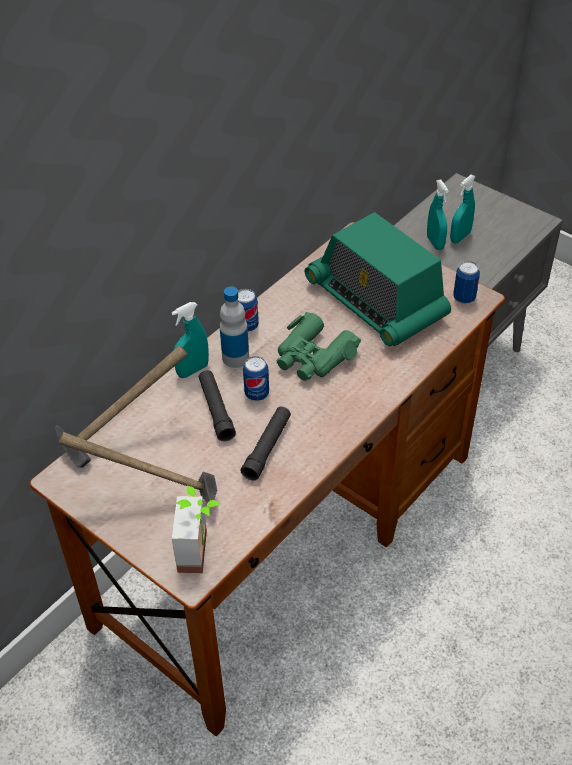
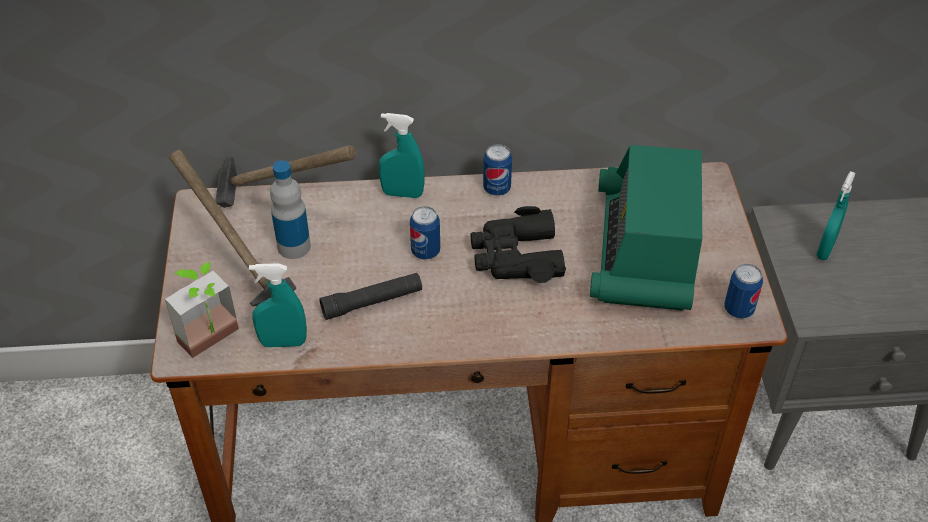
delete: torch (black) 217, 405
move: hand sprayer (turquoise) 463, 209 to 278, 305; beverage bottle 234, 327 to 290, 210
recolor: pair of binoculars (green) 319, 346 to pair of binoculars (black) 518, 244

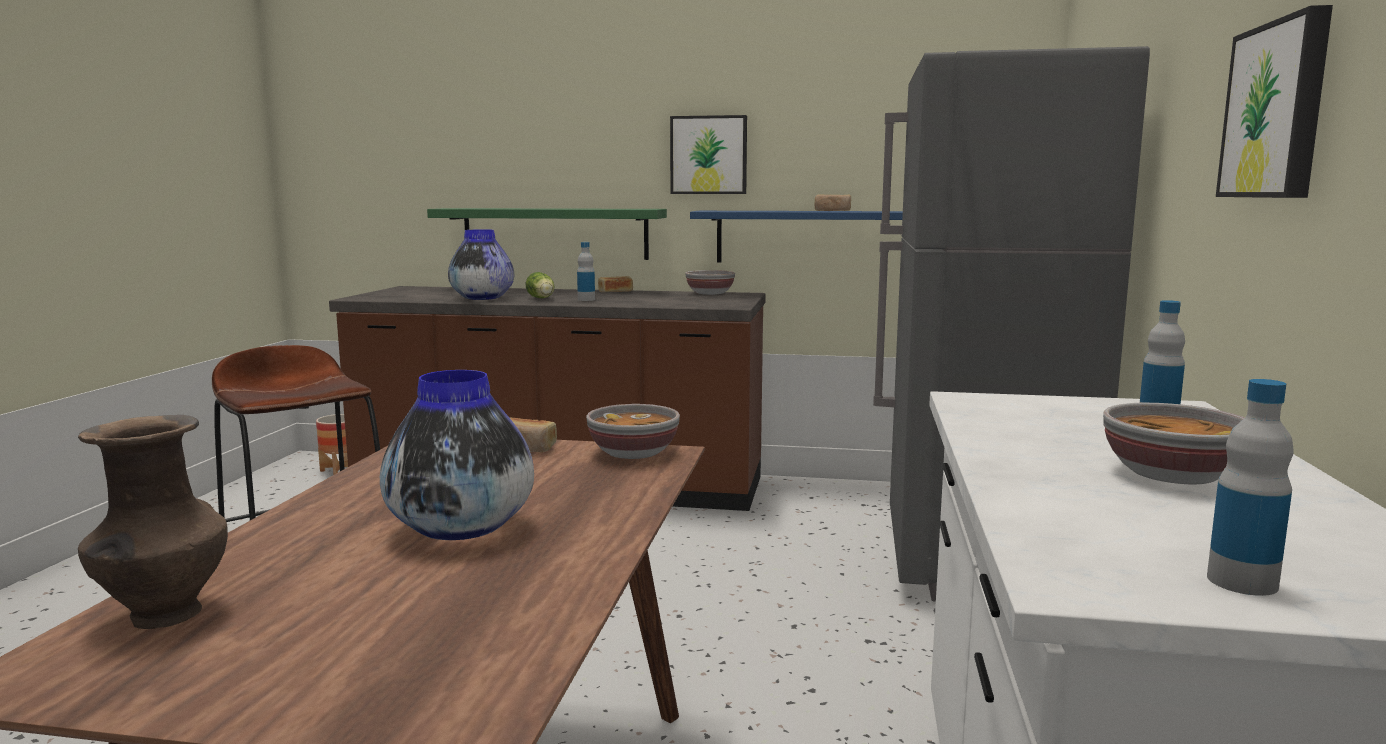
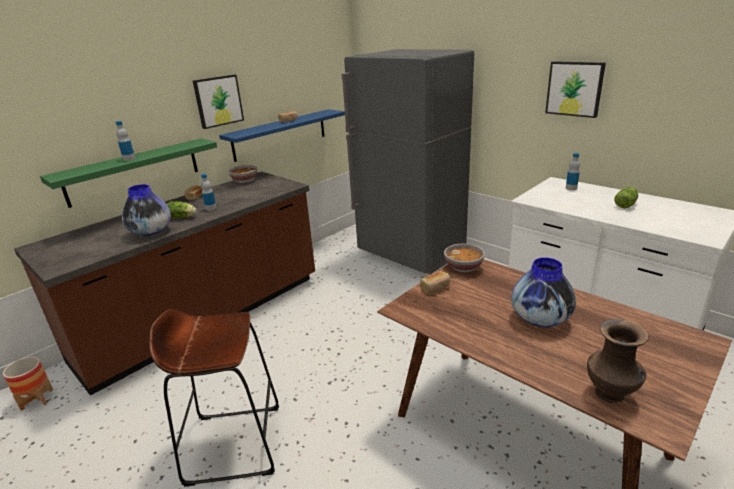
move: beverage bottle 1250, 487 to 125, 141
replace: bowl 1173, 443 to head of lettuce 626, 197

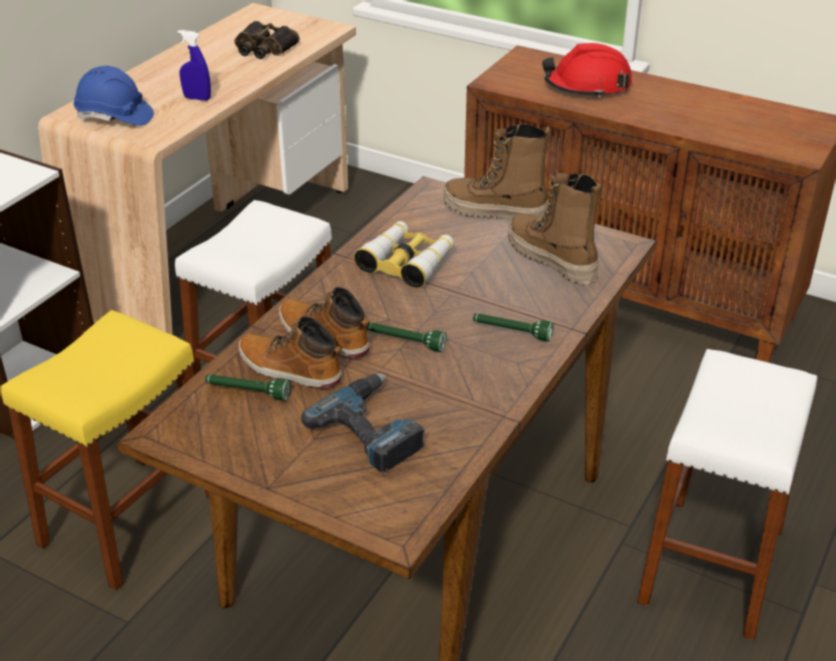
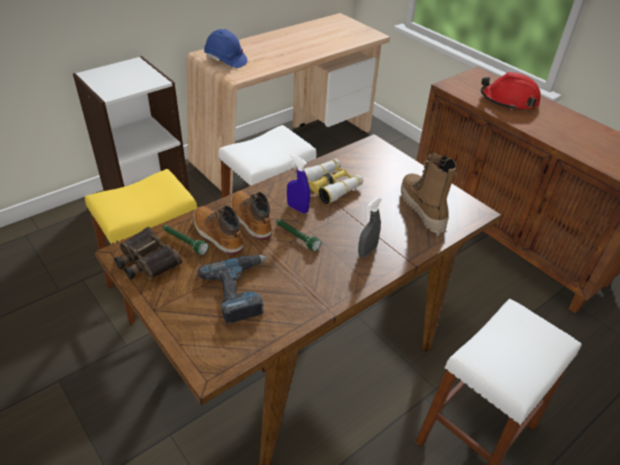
delete: tall boot 496, 172
move: pair of binoculars 266, 40 to 148, 253; hand sprayer (blue-coloured) 194, 65 to 298, 183
replace: torch (green) 513, 327 to hand sprayer (greyish) 370, 227

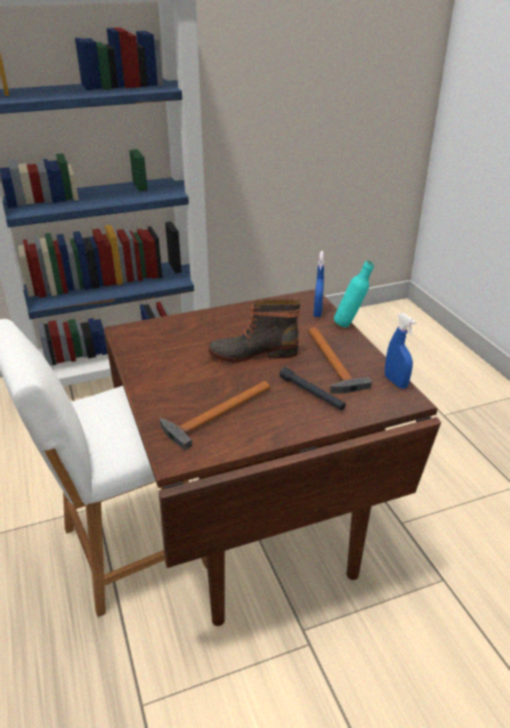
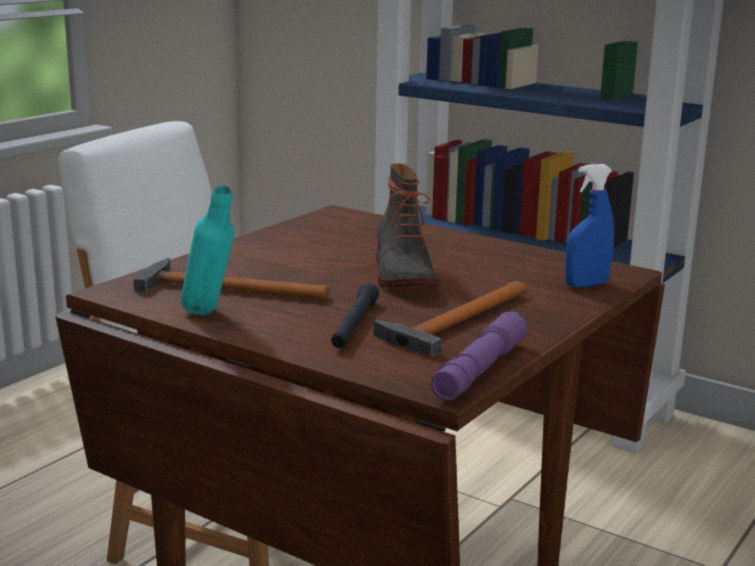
move: beverage bottle (turquoise) 354, 293 to 207, 250
replace: hand sprayer (blue-coloured) 400, 351 to torch (purple-coloured) 479, 356
rotate: tall boot 254, 331 = 408, 225 150 degrees counterclockwise

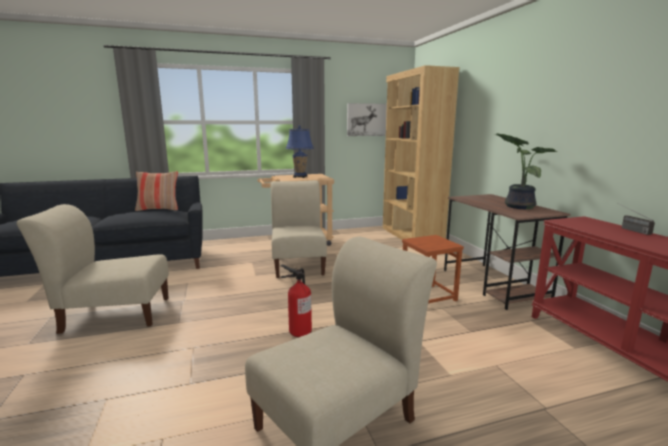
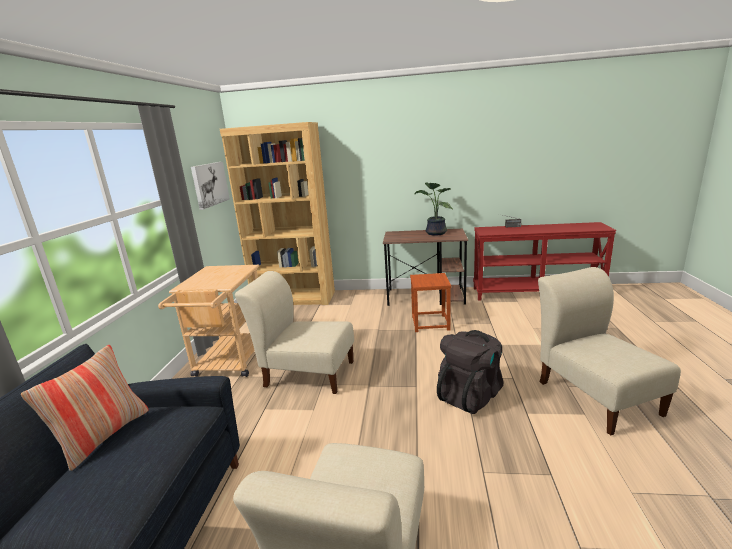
delete: lamp for a table (blue-coloured) 299, 151
replace: fire-fighting cylinder 296, 301 to knapsack (black) 470, 372

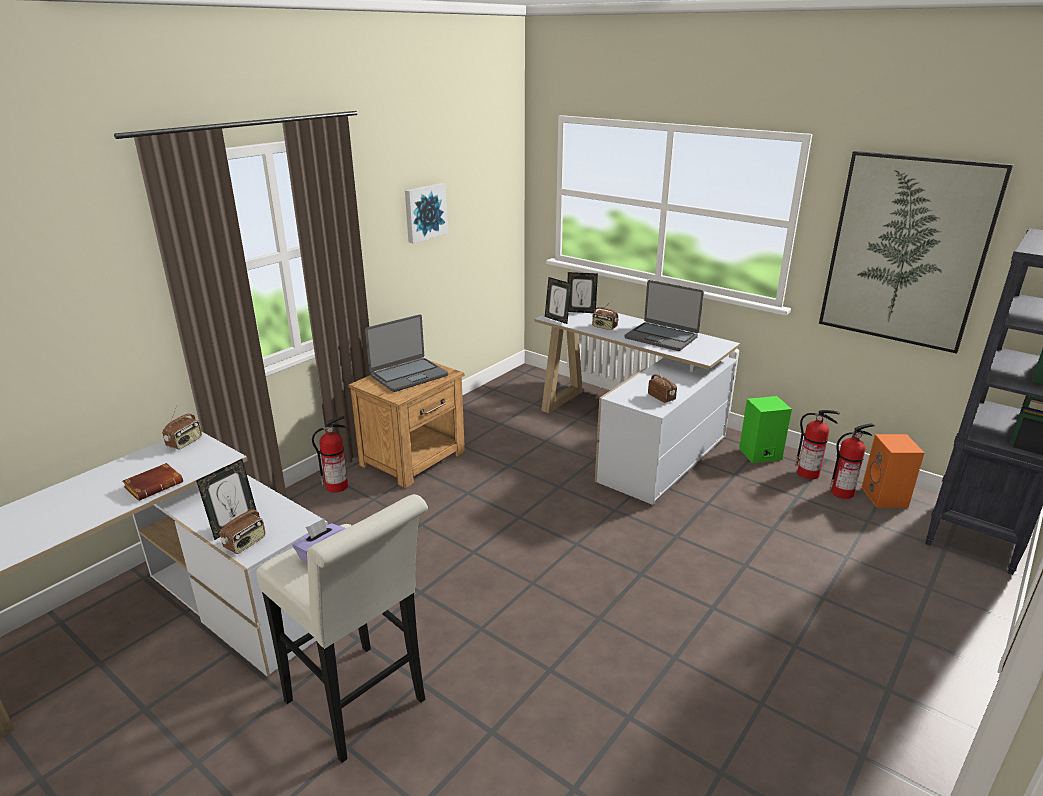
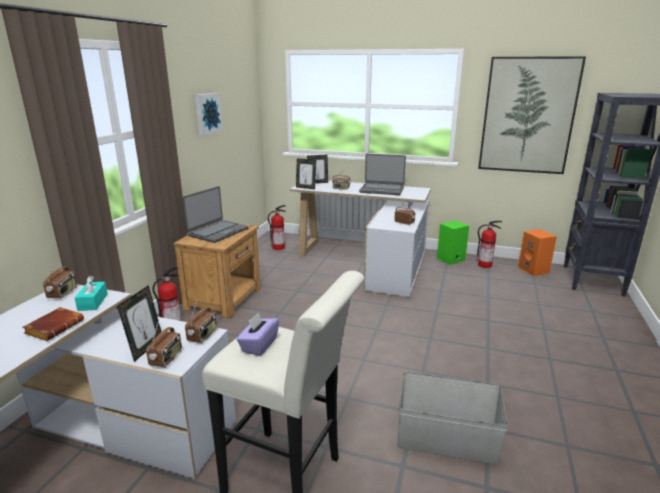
insert: tissue holder (turquoise) 91, 293; radio set 201, 321; storage bin (greyish) 453, 418
move: fire-fighting cylinder 852, 461 to 277, 227

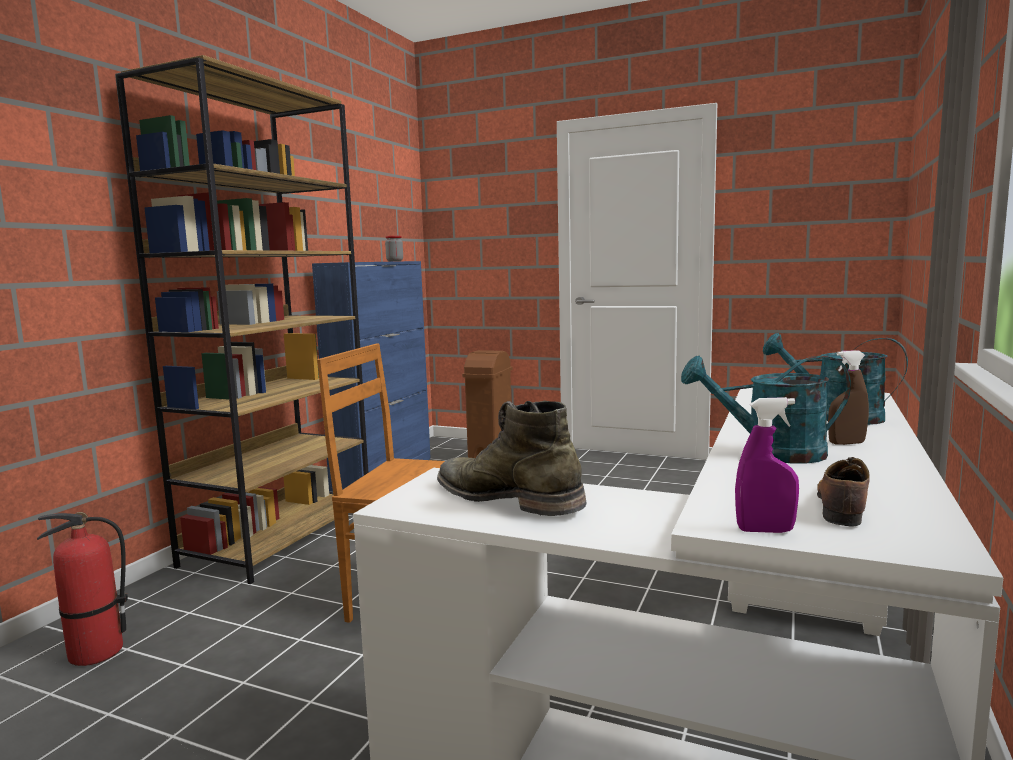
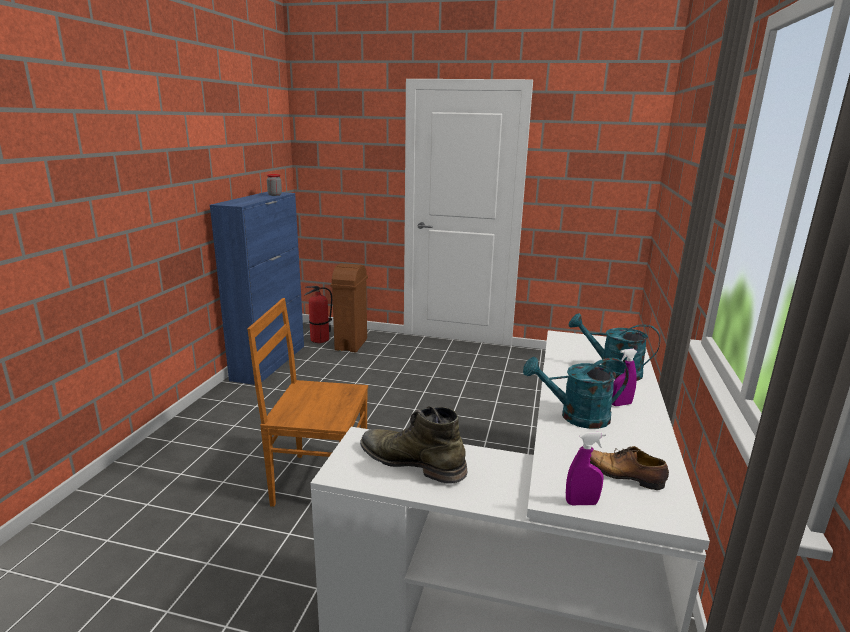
delete: bookshelf (brownish) 241, 319
move: fire-fighting cylinder 82, 589 to 318, 314
recolor: hand sprayer (brownish) 848, 397 to hand sprayer (purple-coloured) 624, 377
rotate: low shoe 843, 491 = 629, 468 75 degrees counterclockwise

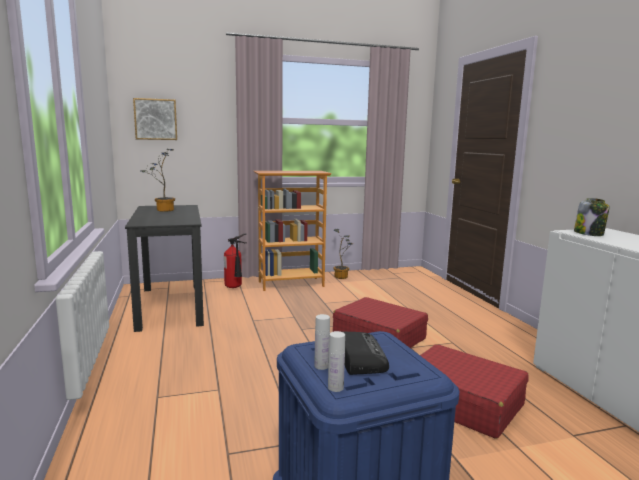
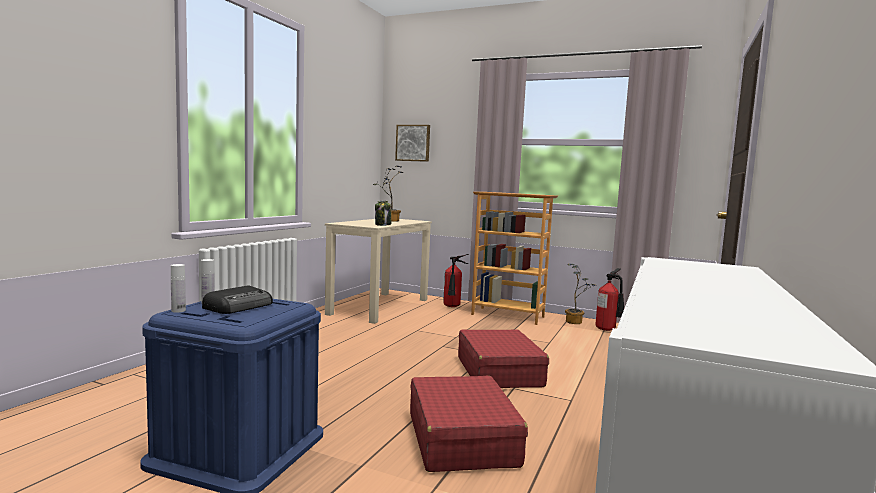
insert: fire-fighting cylinder 609, 299
move: storage jar 592, 217 to 383, 213
recolor: desk unit (black) 164, 268 to desk unit (beige-coloured) 378, 271

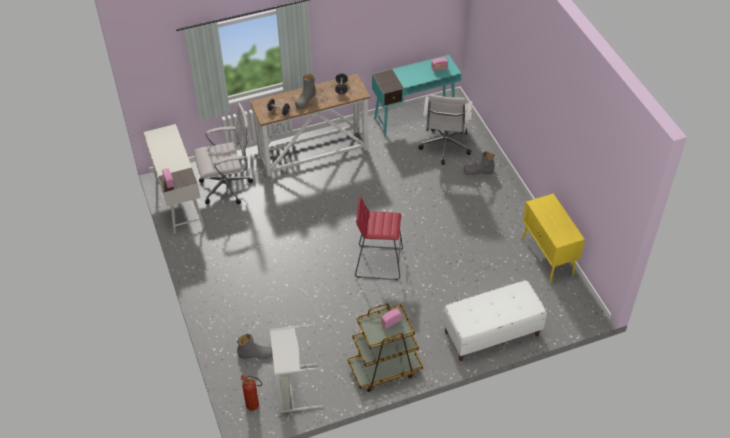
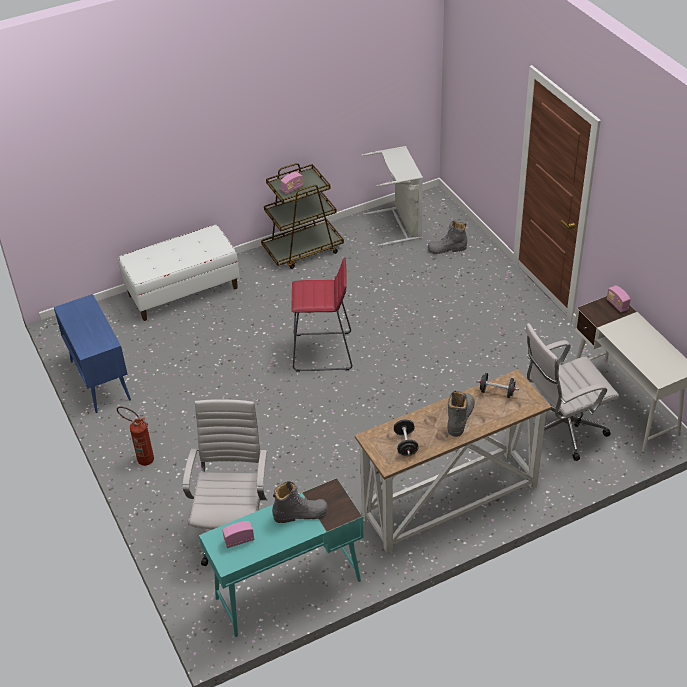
move: tall boot (greyish) 479, 163 to 300, 502; fire-fighting cylinder 251, 392 to 135, 436
recolor: cupboard (yellowish) 553, 238 to cupboard (blue-coloured) 92, 353

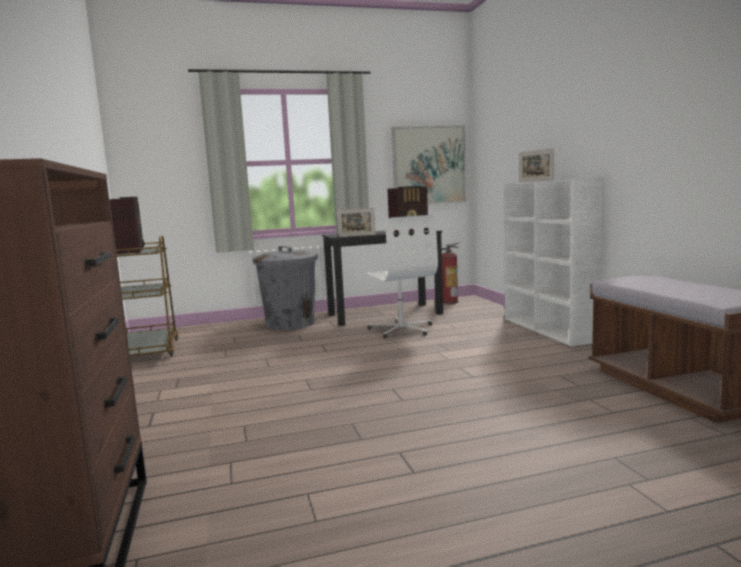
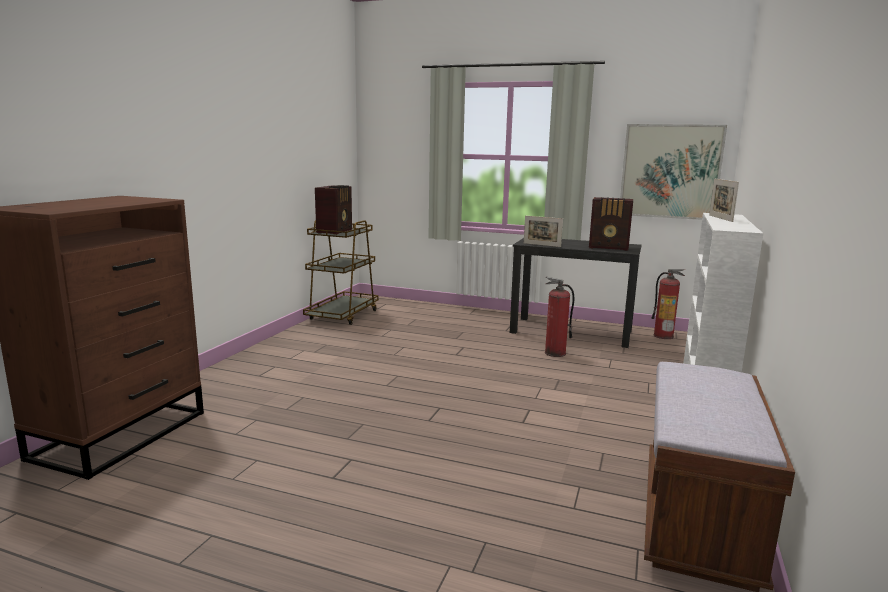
delete: trash can (greyish) 285, 288
replace: office chair (white-coloured) 401, 276 to fire-fighting cylinder 559, 317

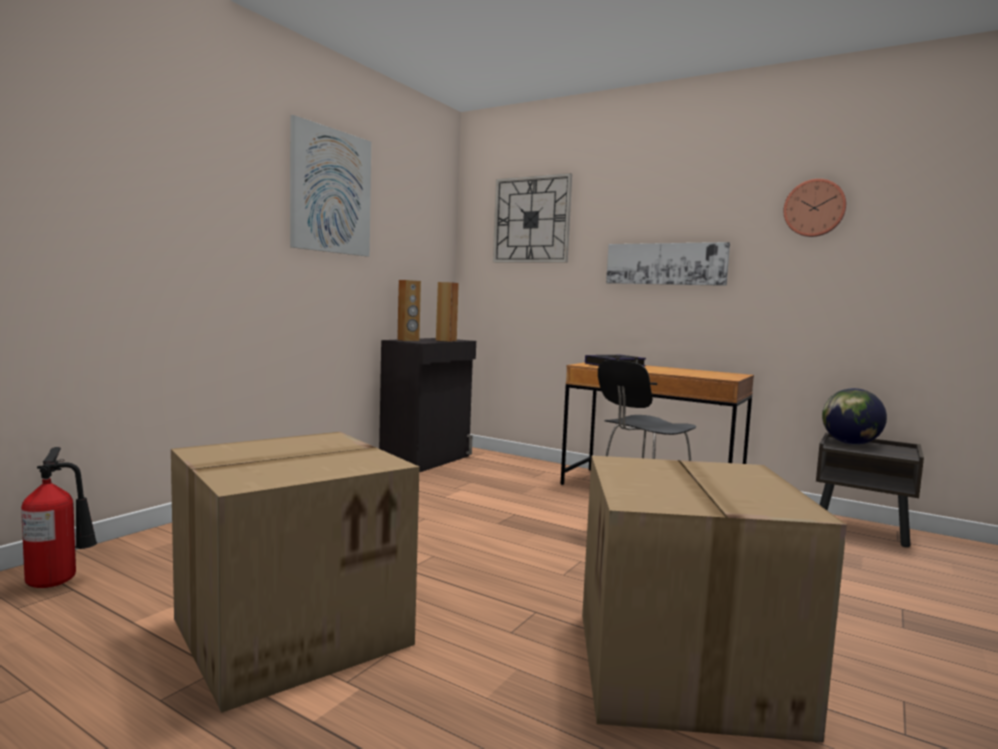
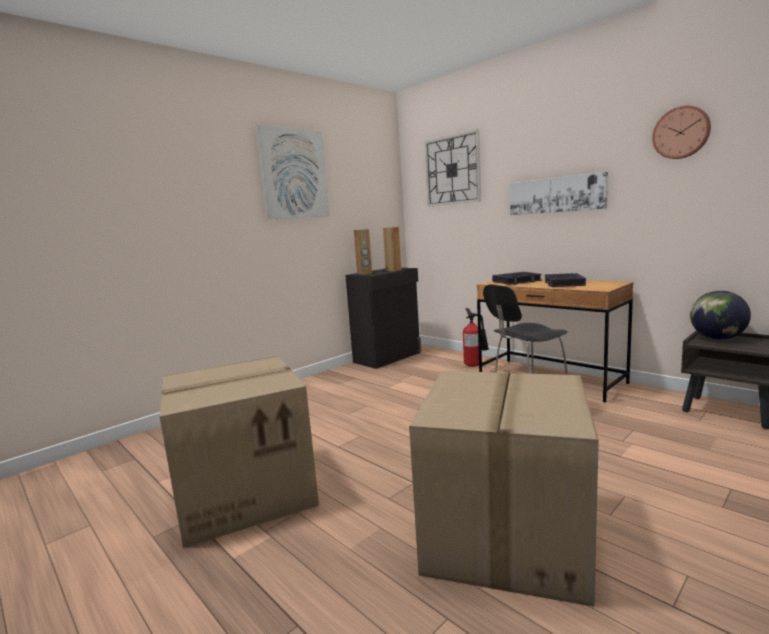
insert: book 565, 280
move: fire-fighting cylinder 59, 517 to 476, 337

